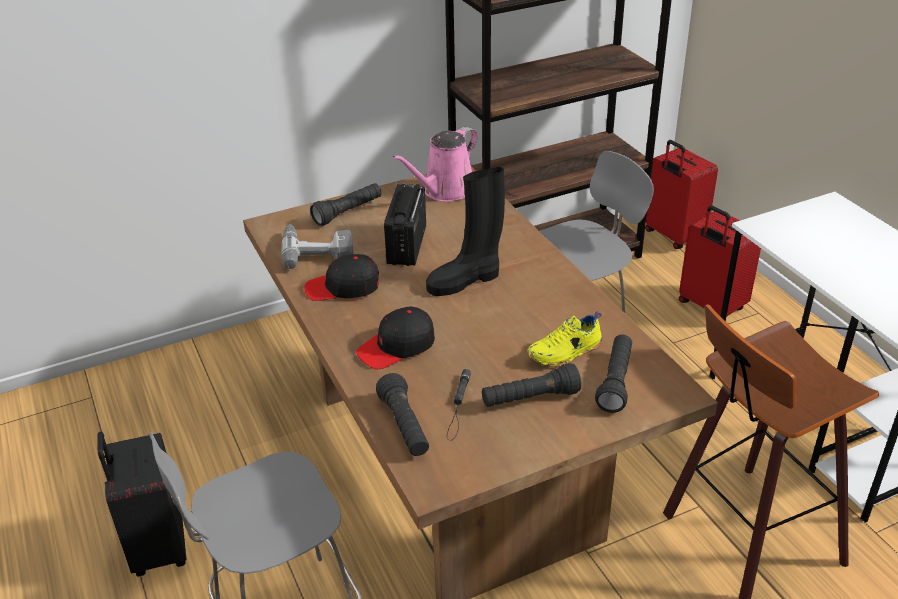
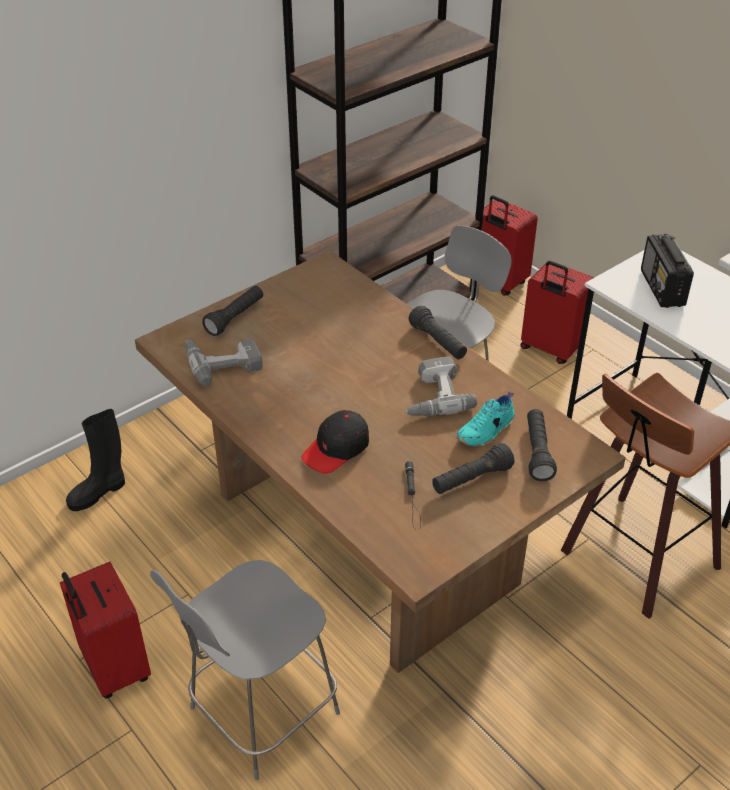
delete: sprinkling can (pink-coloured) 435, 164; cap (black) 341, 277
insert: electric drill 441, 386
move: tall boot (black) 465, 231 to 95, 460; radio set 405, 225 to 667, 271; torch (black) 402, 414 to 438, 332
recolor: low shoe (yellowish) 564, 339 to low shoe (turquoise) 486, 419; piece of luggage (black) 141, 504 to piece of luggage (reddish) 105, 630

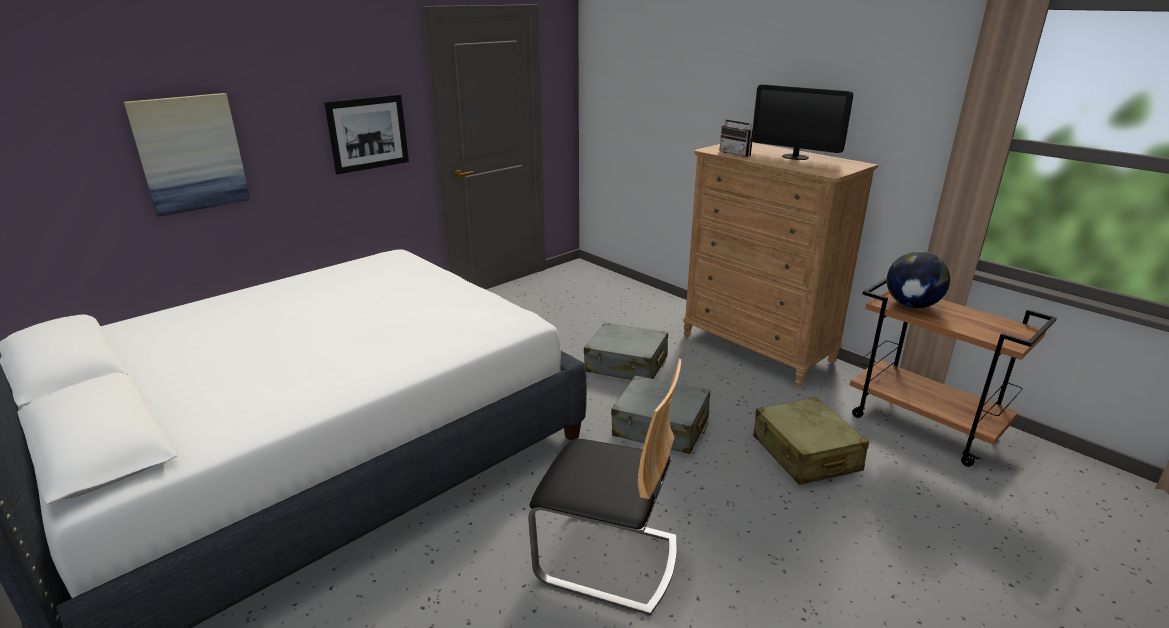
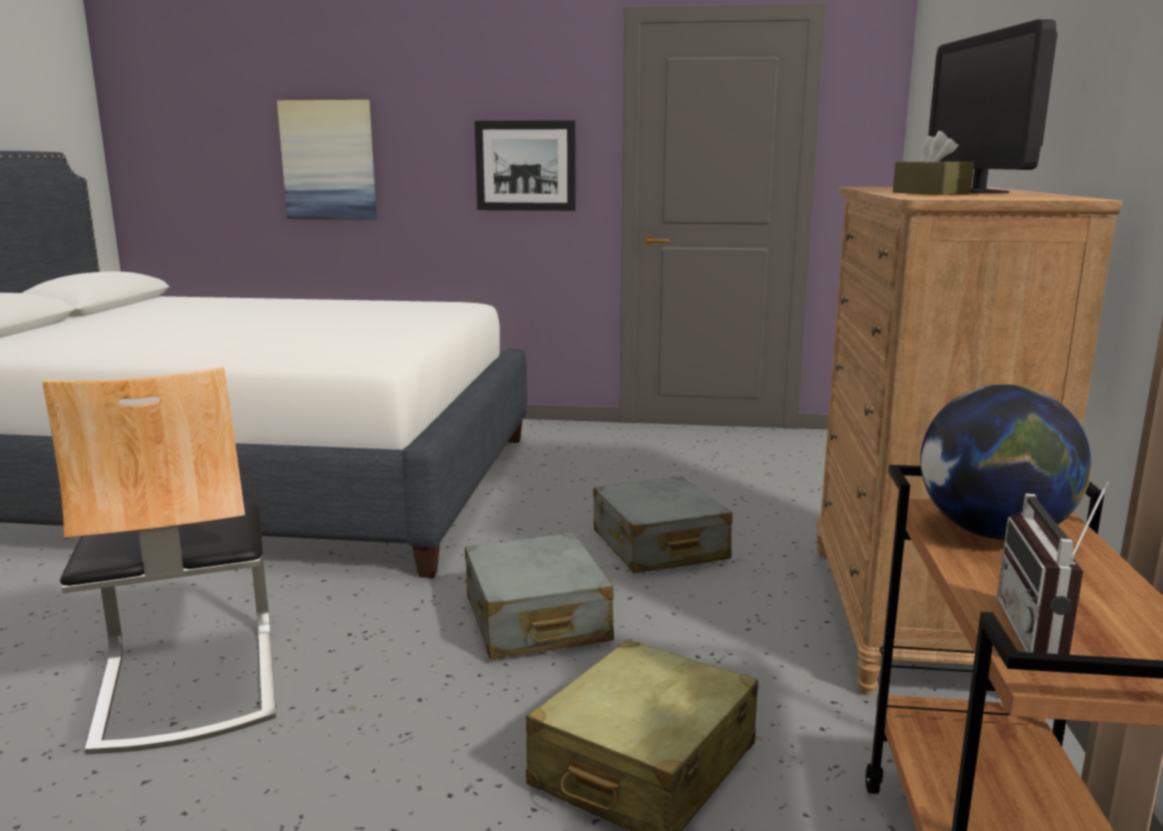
insert: tissue holder (brownish) 933, 163
move: radio set 736, 134 to 1052, 568

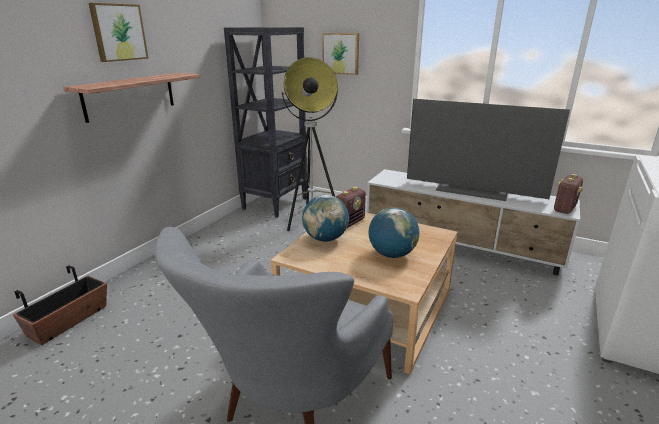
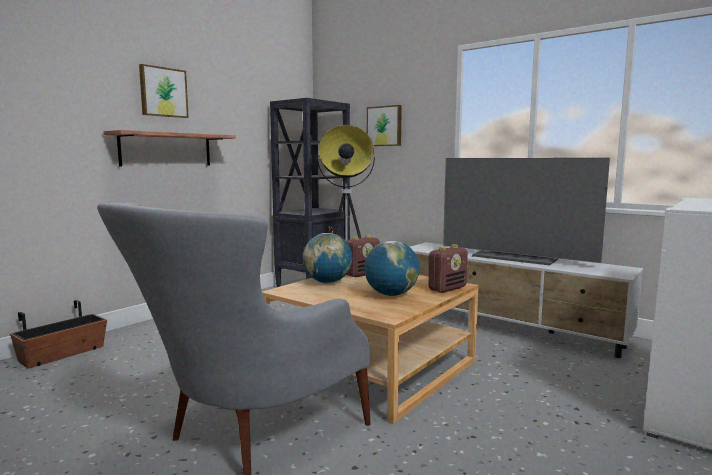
move: radio set 568, 194 to 448, 268

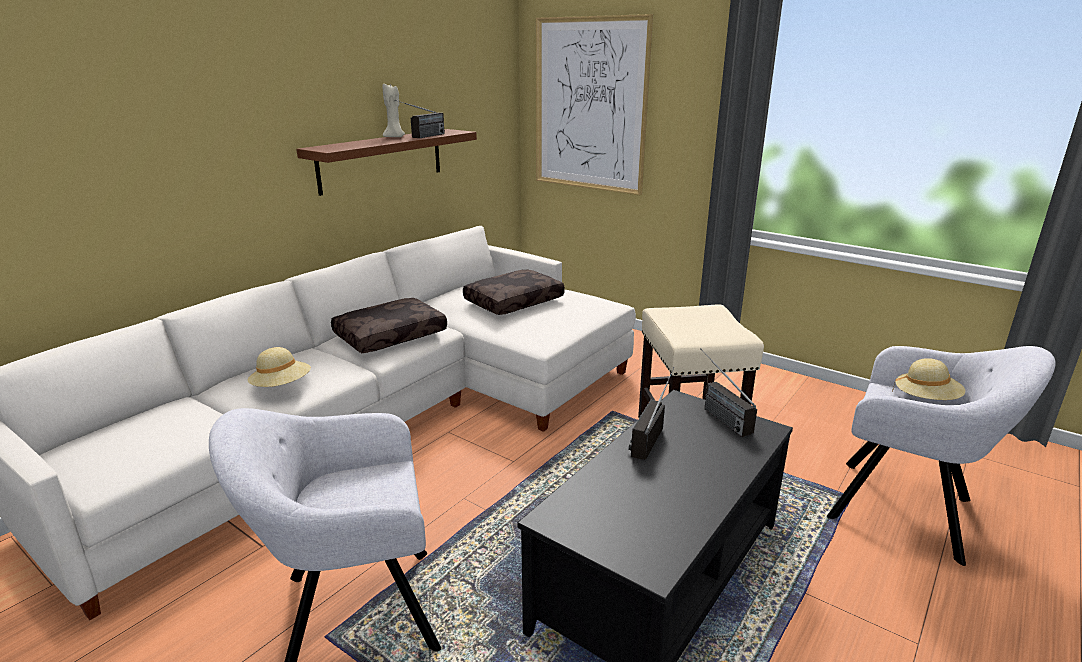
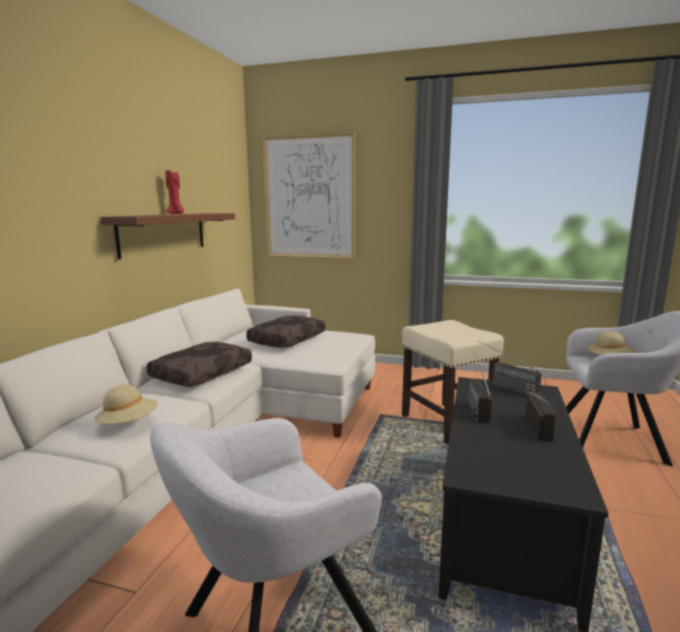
move: radio set 420, 119 to 540, 416
recolor: wax light (beige-coloured) 394, 110 to wax light (reddish) 174, 192

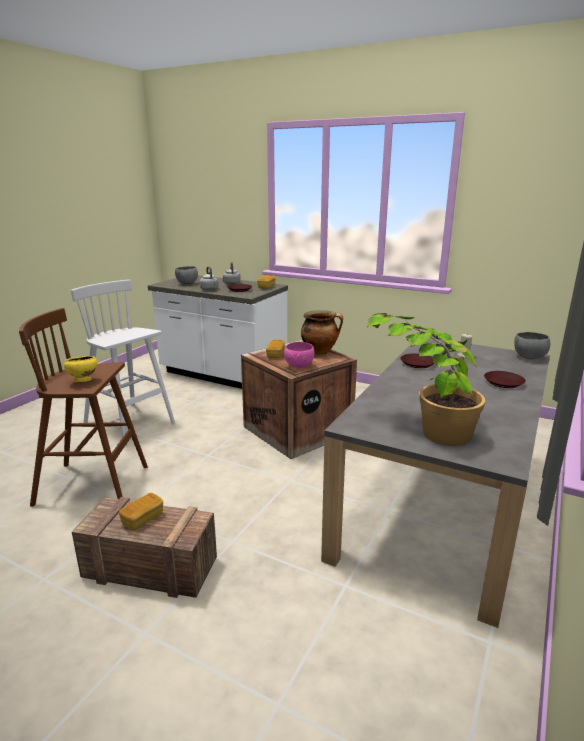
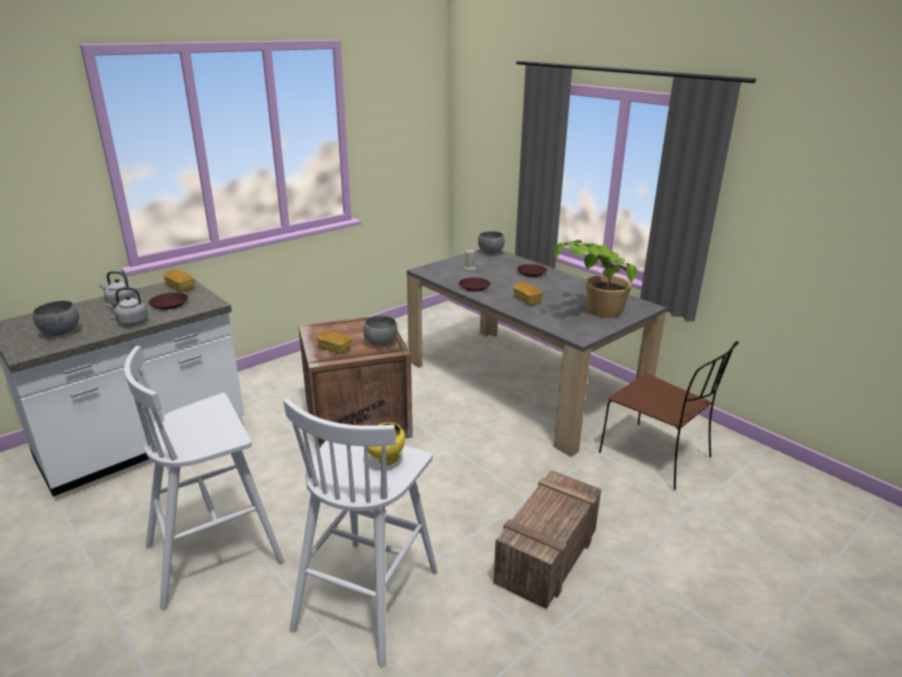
delete: stockpot 322, 332
insert: plain chair (brownish) 669, 415
move: baked bread 141, 512 to 528, 293
recolor: sitting stool (brownish) 83, 407 to sitting stool (white-coloured) 360, 532; bowl (pink-coloured) 299, 355 to bowl (greyish) 380, 331

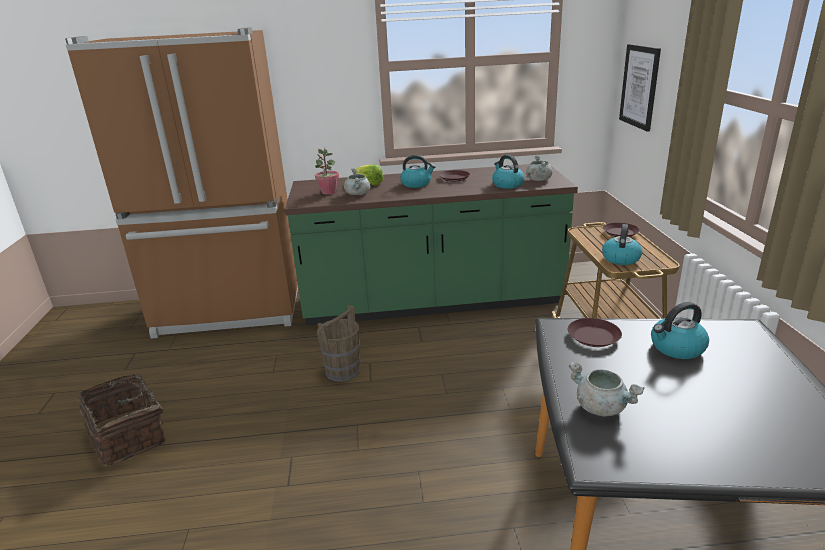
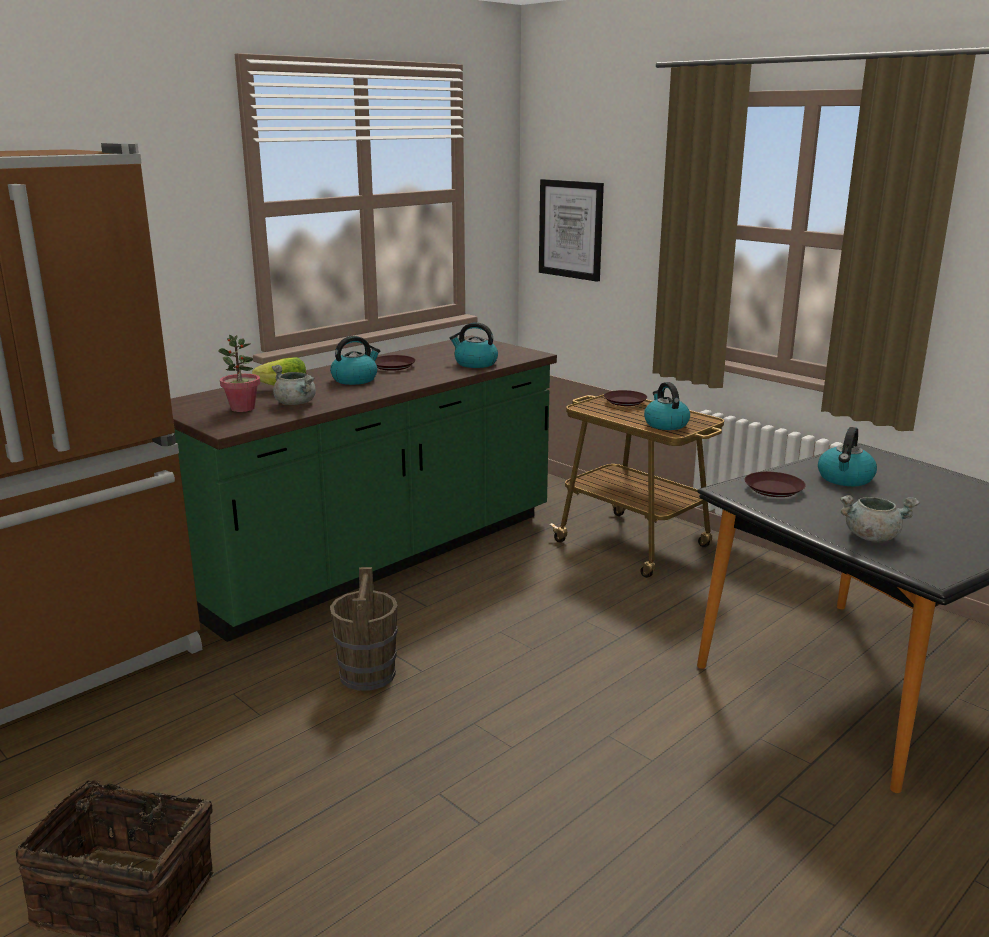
delete: stockpot (greyish) 539, 168

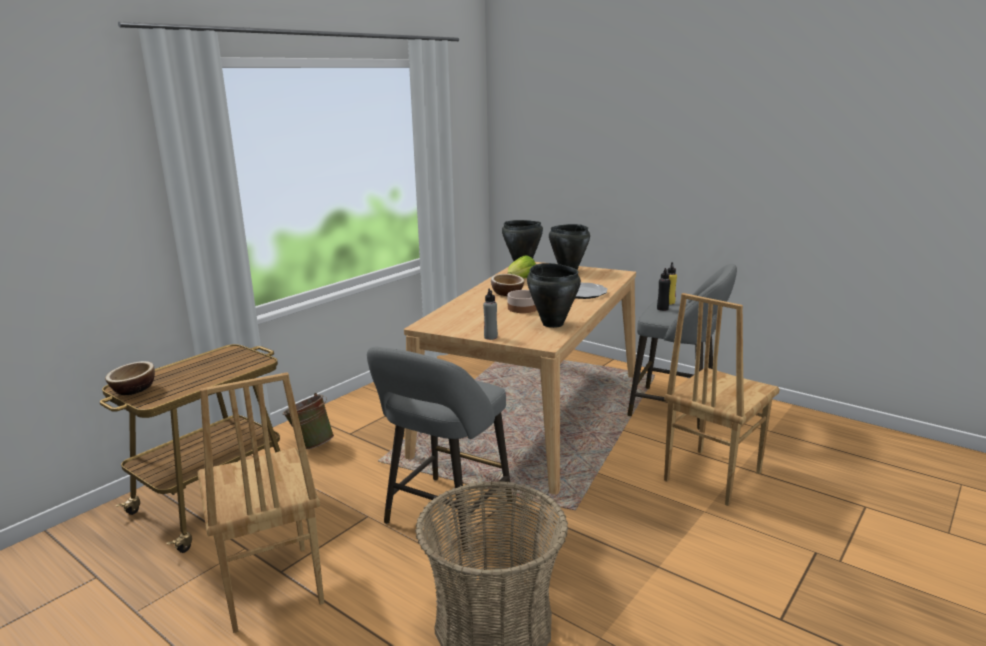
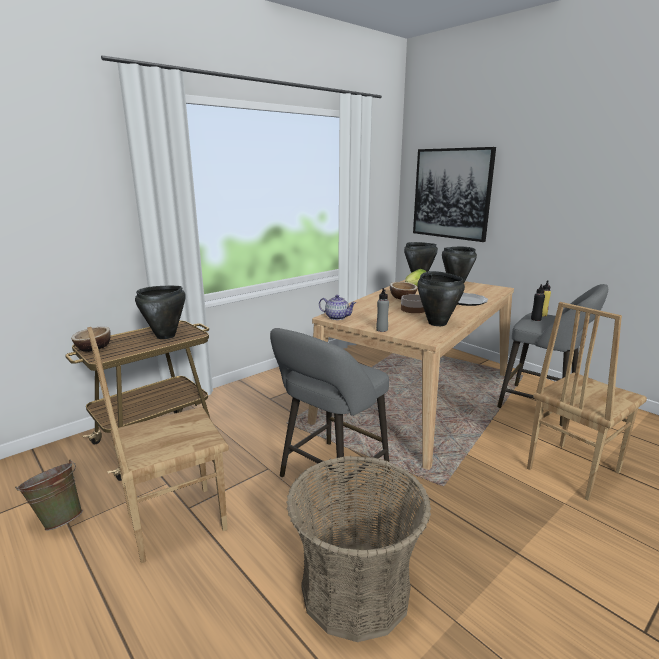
insert: wall art 454, 194; stockpot (black) 160, 312; teapot 337, 307
move: water bucket (green) 308, 421 to 49, 495
rotate: plain chair (brownish) 260, 502 = 158, 445 75 degrees clockwise

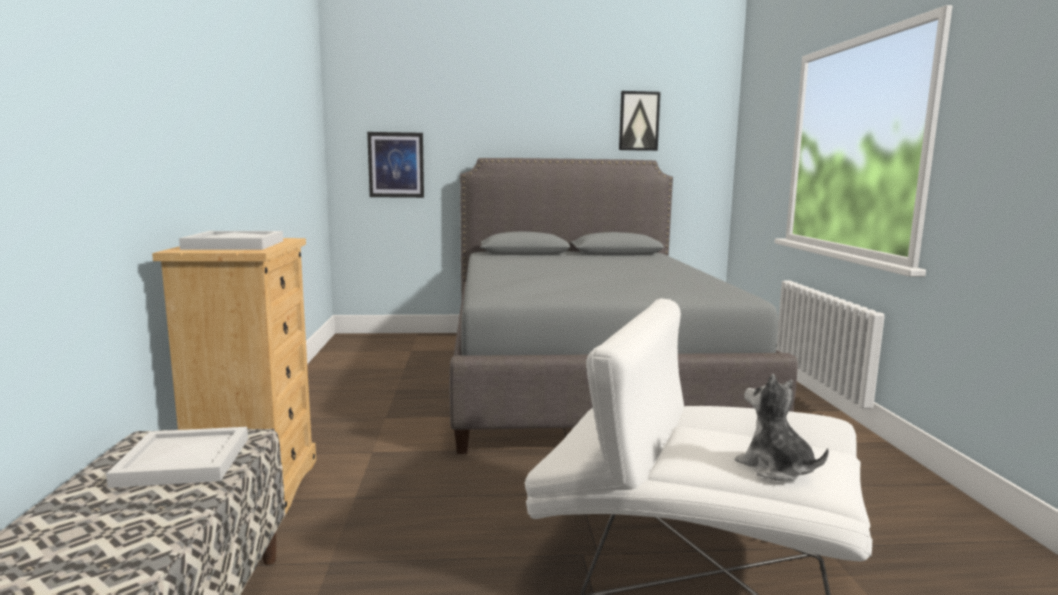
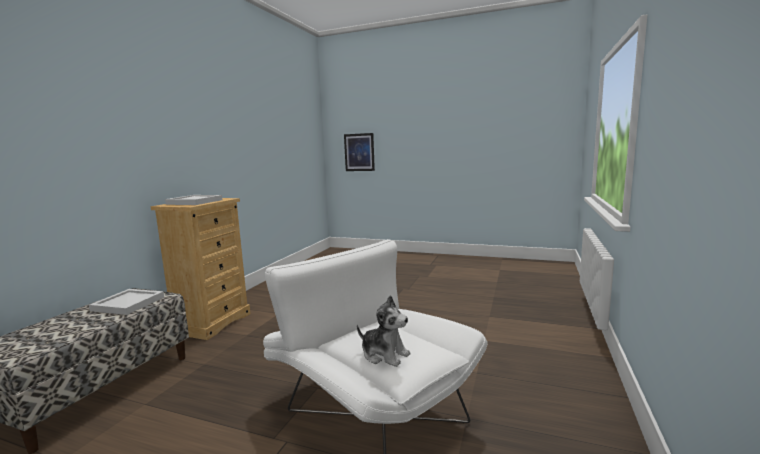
delete: wall art 640, 121; bed (greyish) 624, 306
rotate: cuddly toy 782, 427 = 383, 331 135 degrees clockwise

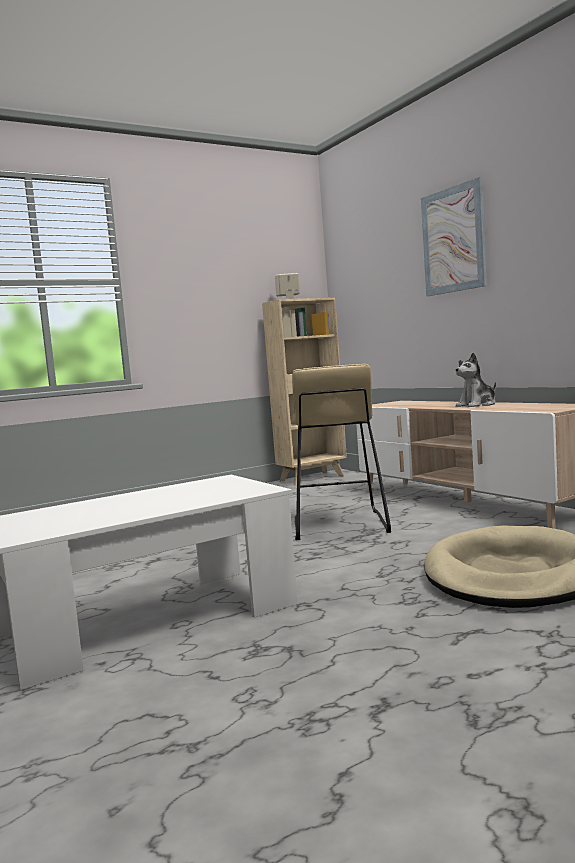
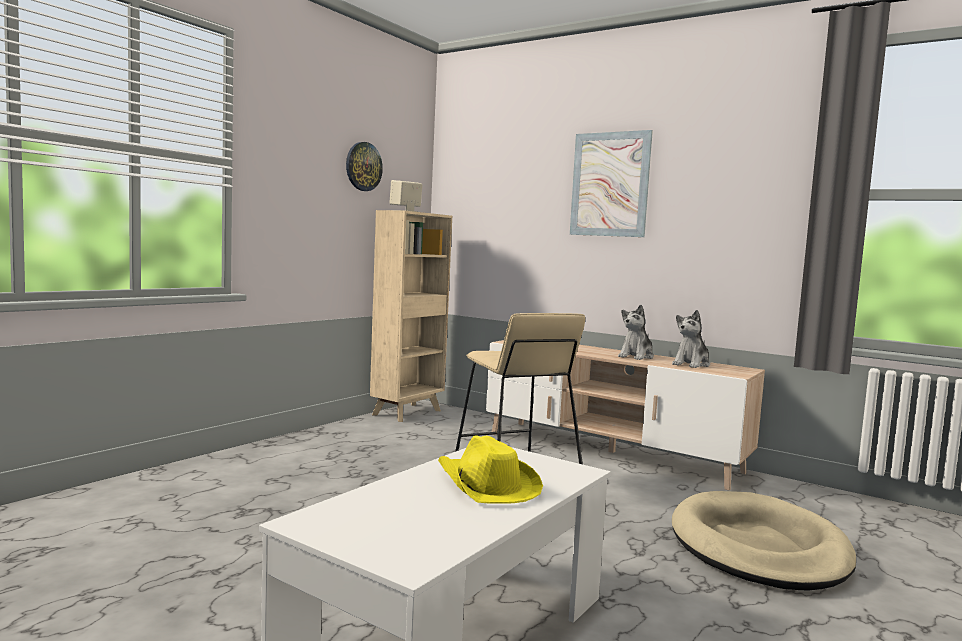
insert: clock on the wall 364, 166; cuddly toy 691, 339; hat (yellowish) 490, 469

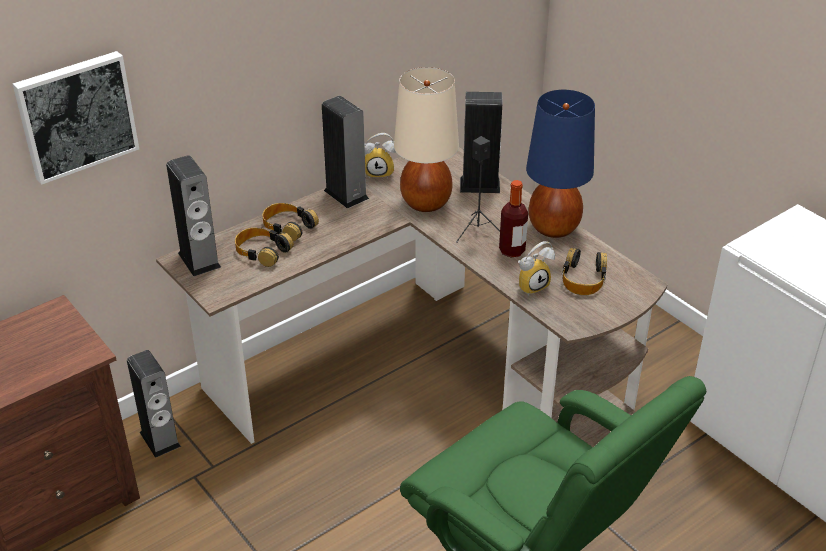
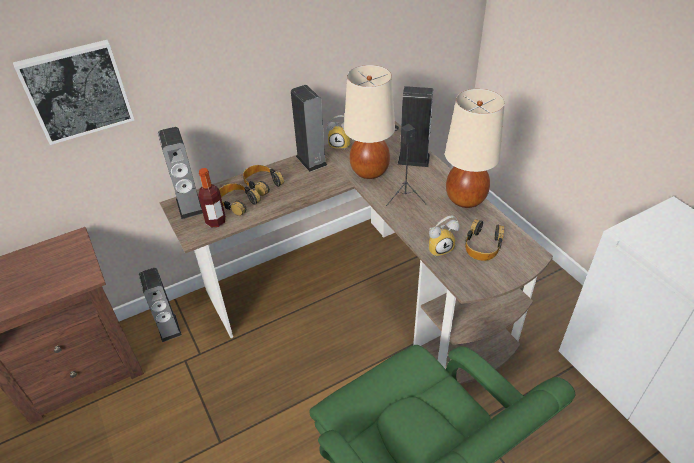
move: beverage bottle 513, 219 to 212, 197
recolor: lamp for a table (blue-coloured) 560, 164 to lamp for a table (beige-coloured) 475, 148

